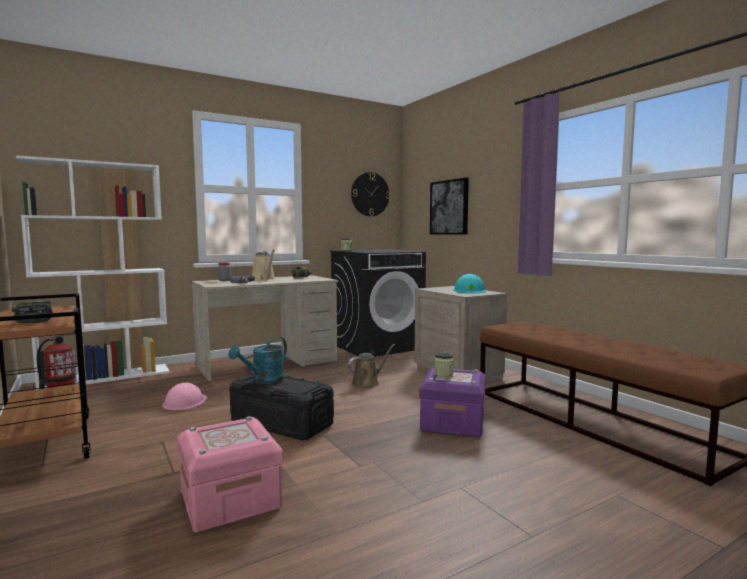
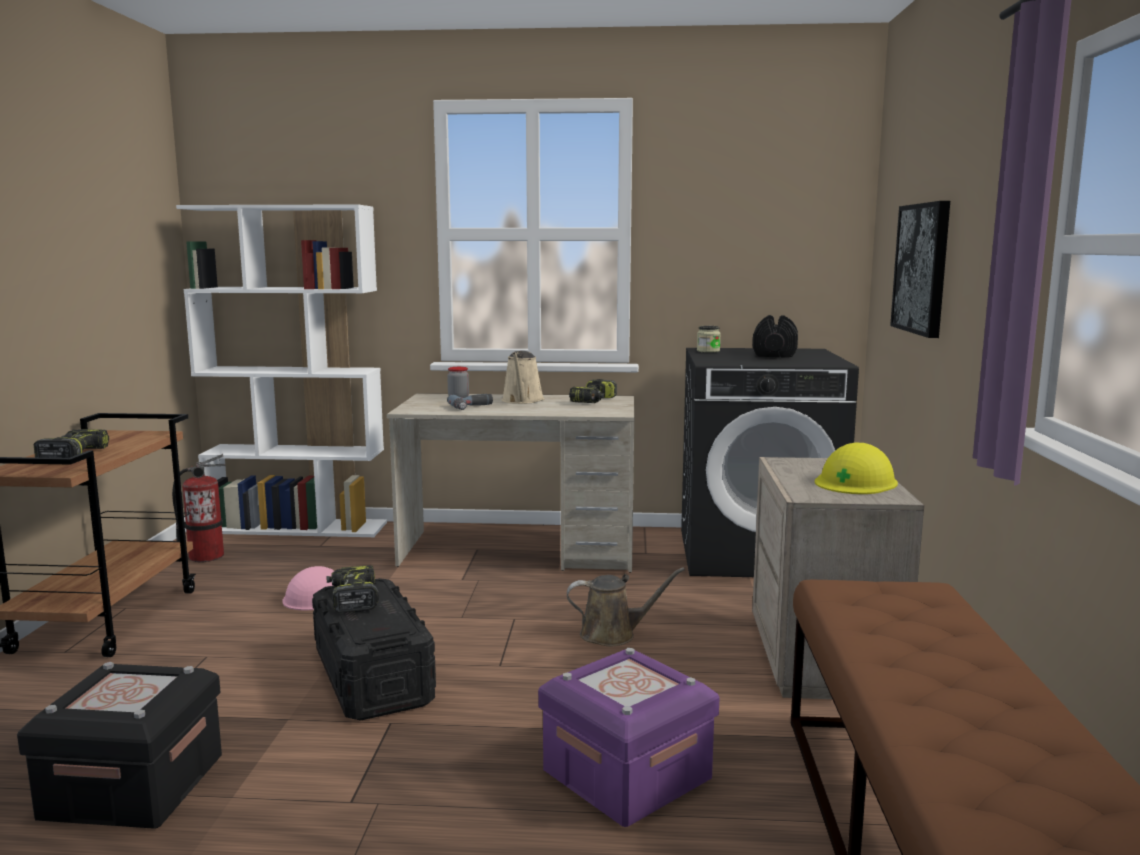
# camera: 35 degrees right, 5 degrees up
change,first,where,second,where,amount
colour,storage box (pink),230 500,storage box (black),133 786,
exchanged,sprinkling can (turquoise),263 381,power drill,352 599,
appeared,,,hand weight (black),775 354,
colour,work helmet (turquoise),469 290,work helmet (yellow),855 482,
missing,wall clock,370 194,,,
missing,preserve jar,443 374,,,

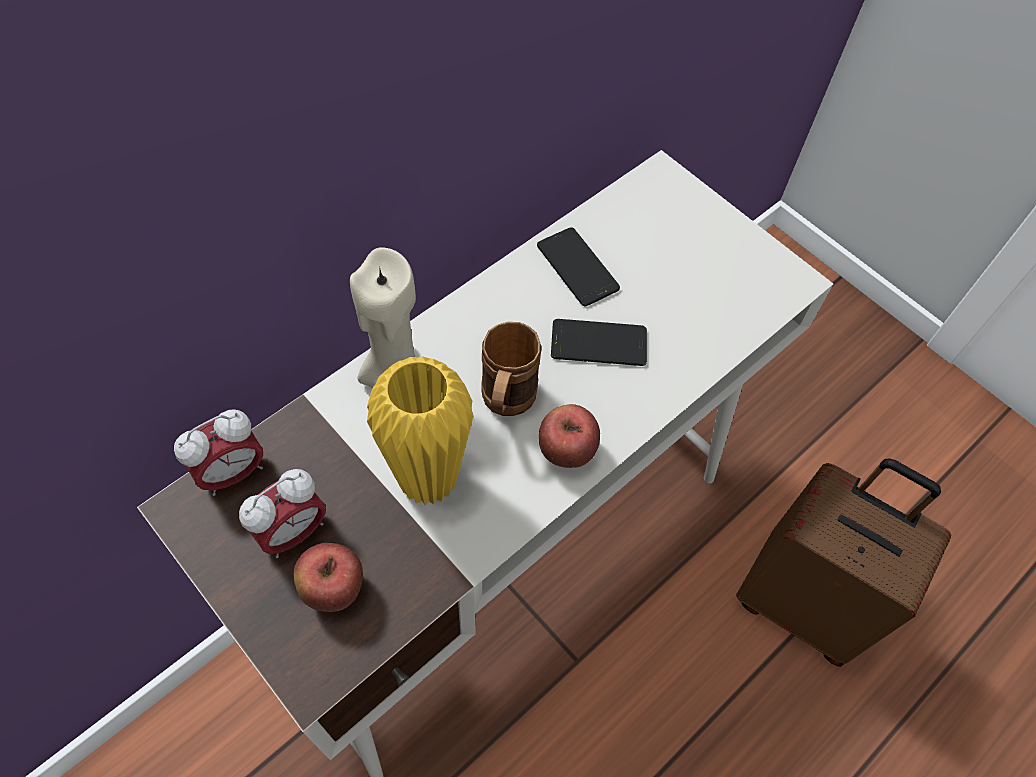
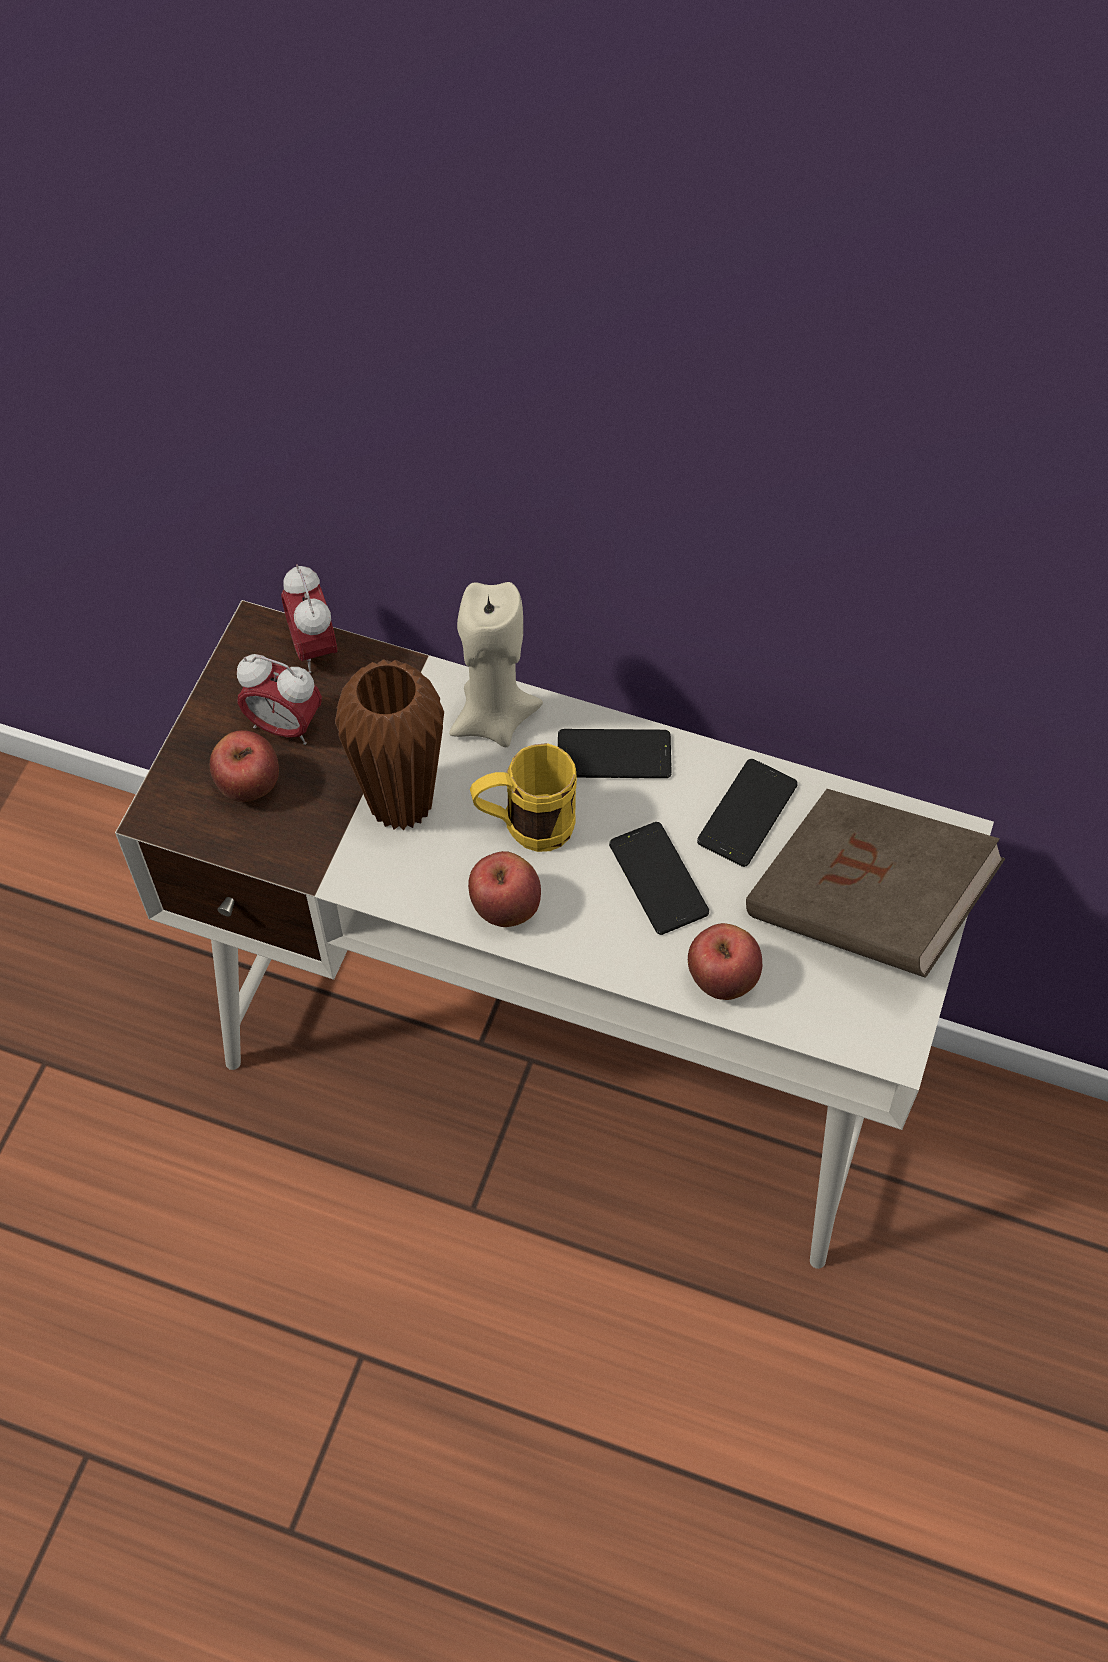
# camera: 65 degrees right, 0 degrees up
change,first,where,second,where,amount
spun,alarm clock,232 473,,314 648,45 degrees clockwise
colour,decorative vase (yellow),428 479,decorative vase (brown),401 803,
colour,tea mug (brown),505 405,tea mug (yellow),524 828,
appeared,,,telephone,614 755,
appeared,,,apple,722 979,
appeared,,,book (brown),865 907,
missing,travel case (brown),802 601,,,

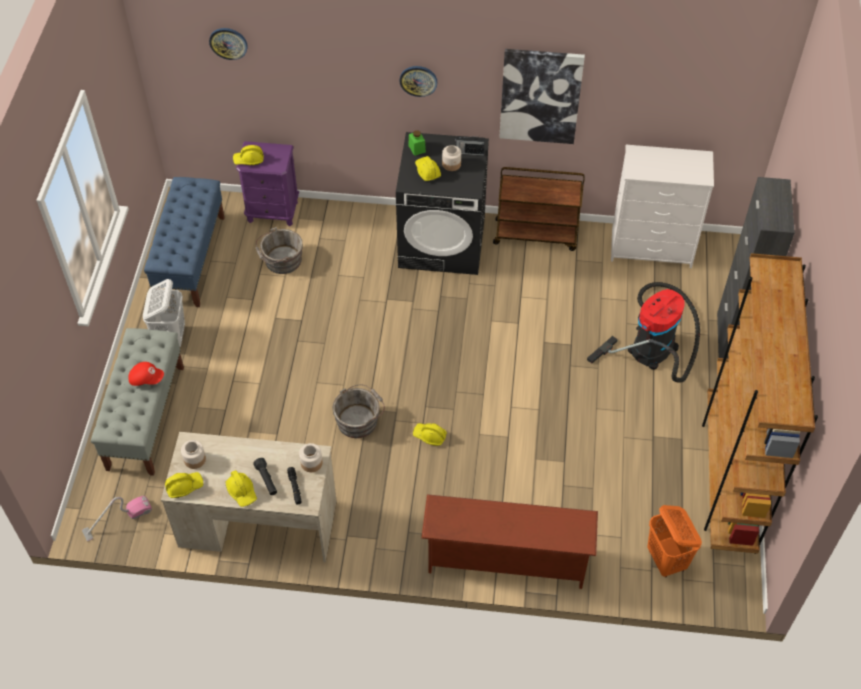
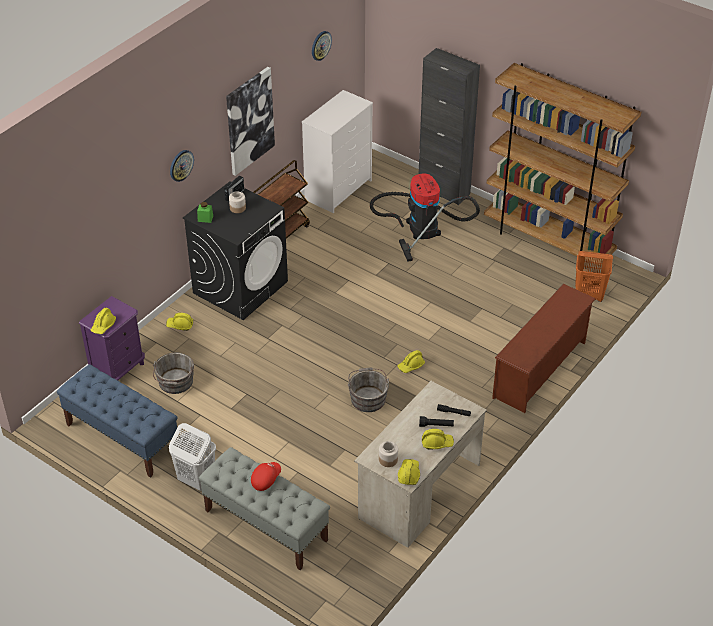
# camera: 60 degrees left, 10 degrees down
change,first,where,second,where,amount
relocated,work helmet (yellow),427 171,,180 325,
relocated,wall clock,228 43,,320 45,
missing,vacuum,117 520,,,
missing,preserve jar,311 463,,,

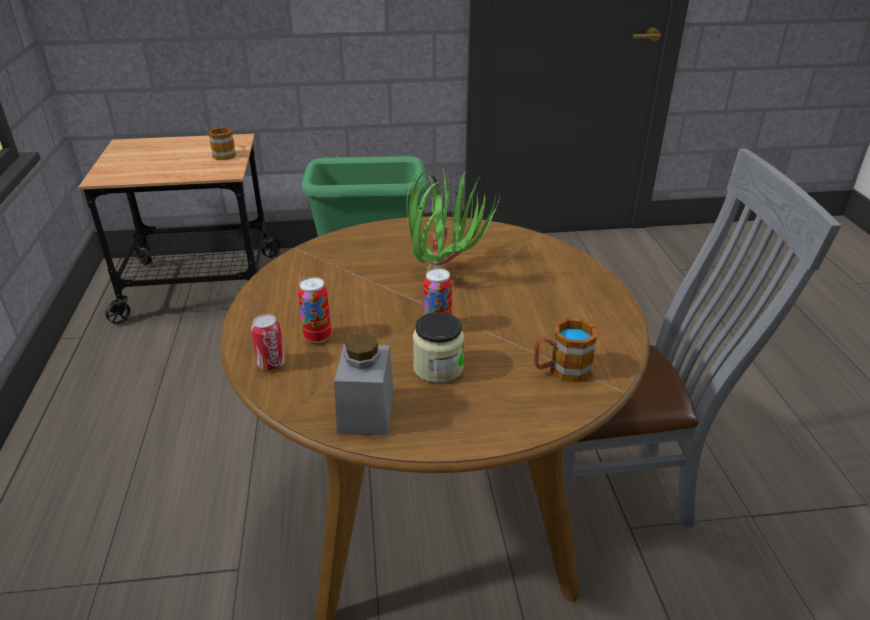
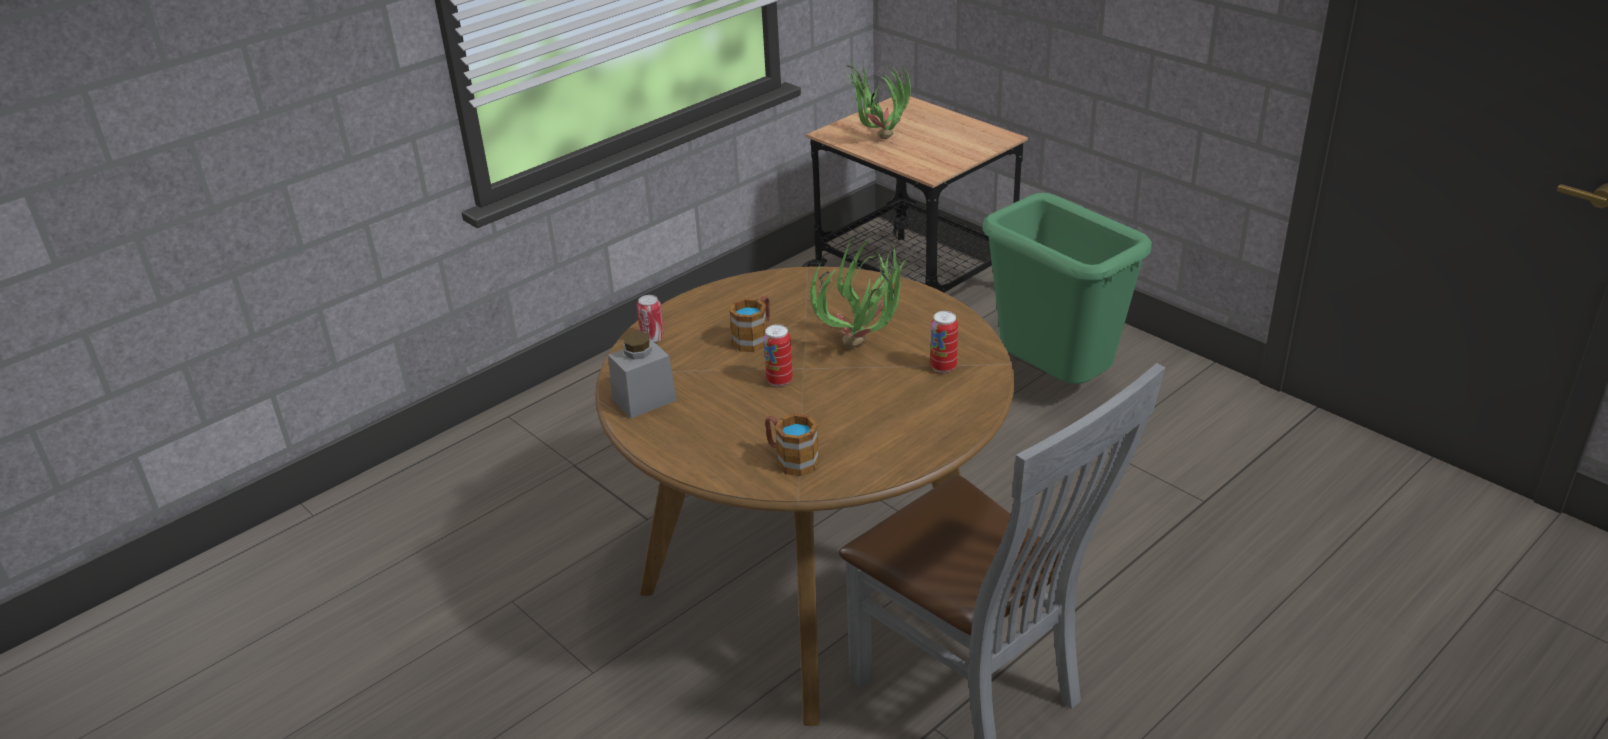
# camera: 55 degrees right, 0 degrees up
change,first,where,second,where,amount
relocated,tea mug,223 154,,754 338,
appeared,,,plant in a pot,877 140,
relocated,metal can,317 336,,943 367,
missing,preserve jar,438 368,,,

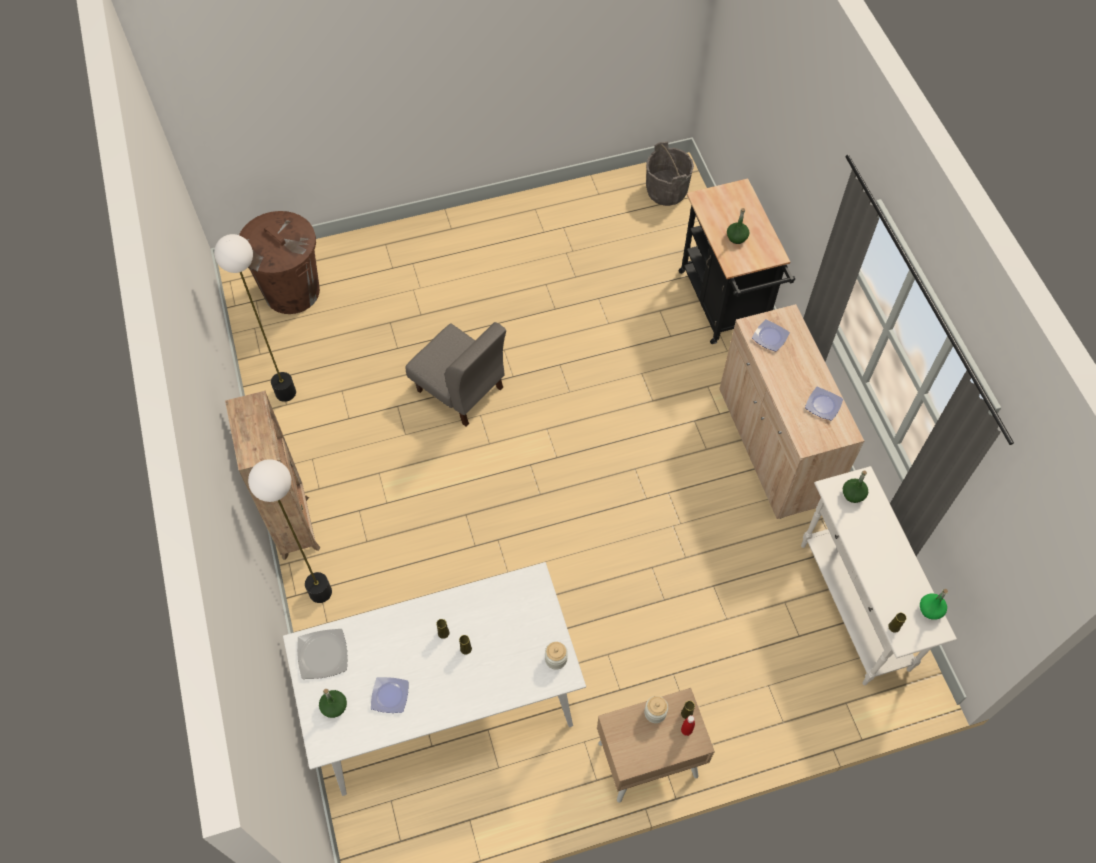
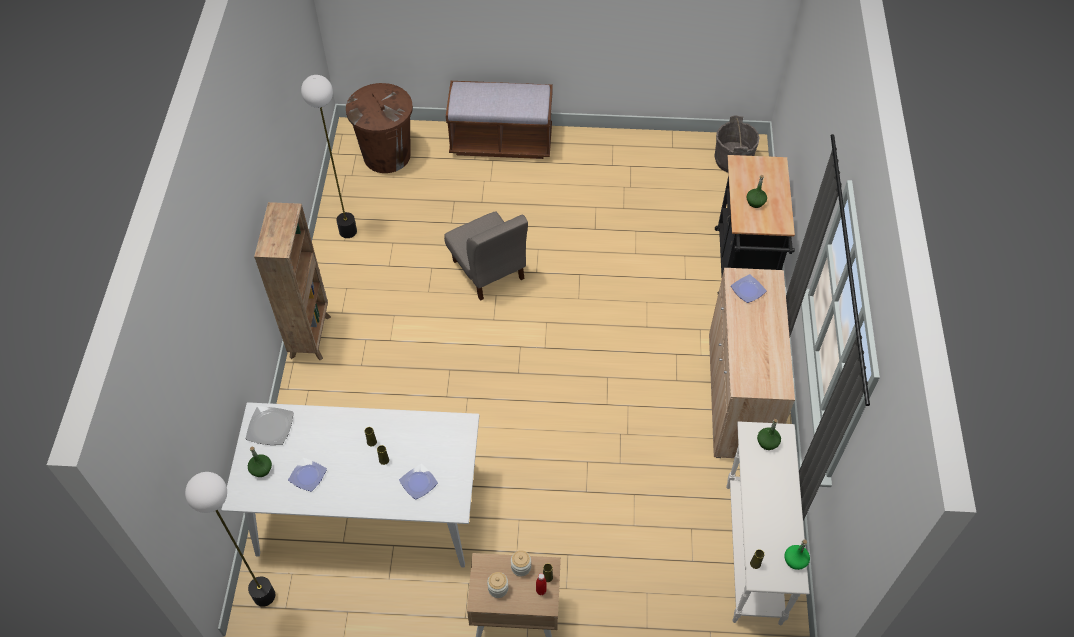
# camera: 20 degrees right, 5 degrees down
change,first,where,second,where,amount
relocated,floor lamp,320 592,,264 596,
relocated,dinner plate,823 406,,418 483,
appeared,,,indoor bench (brown),501 142,
relocated,preserve jar,556 659,,498 588,

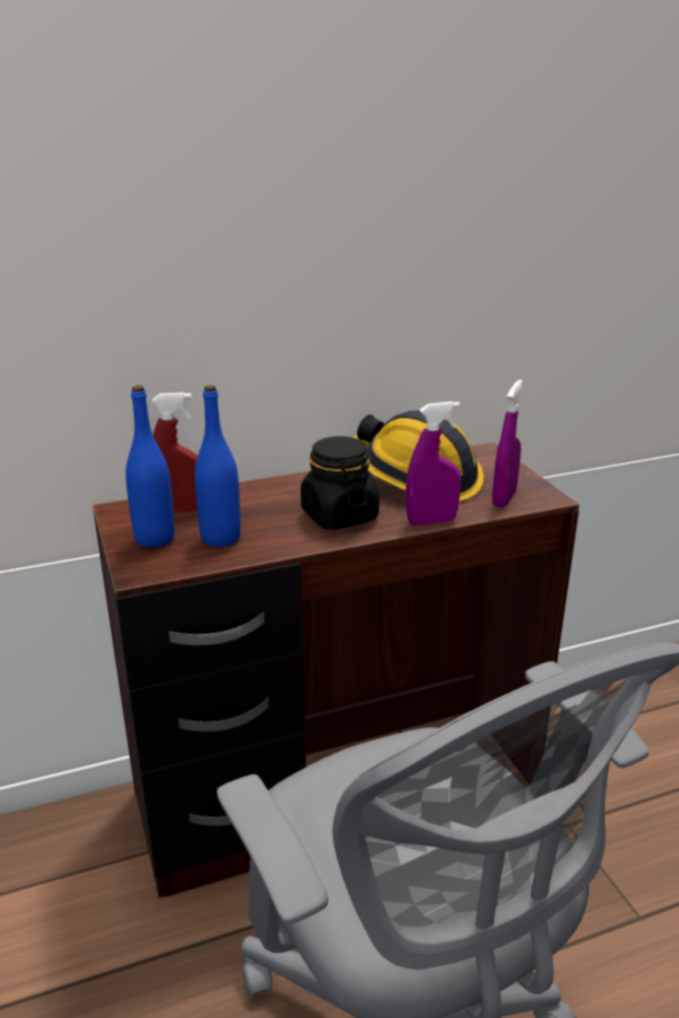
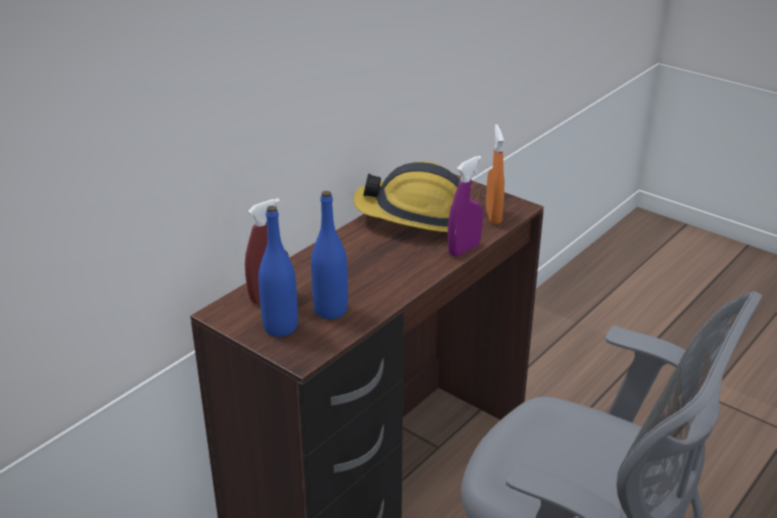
# camera: 30 degrees left, 5 degrees up
change,first,where,second,where,amount
colour,sprayer (purplish),504 499,sprayer (orange-coloured),493 216,
missing,preserve jar (black),339 515,,,

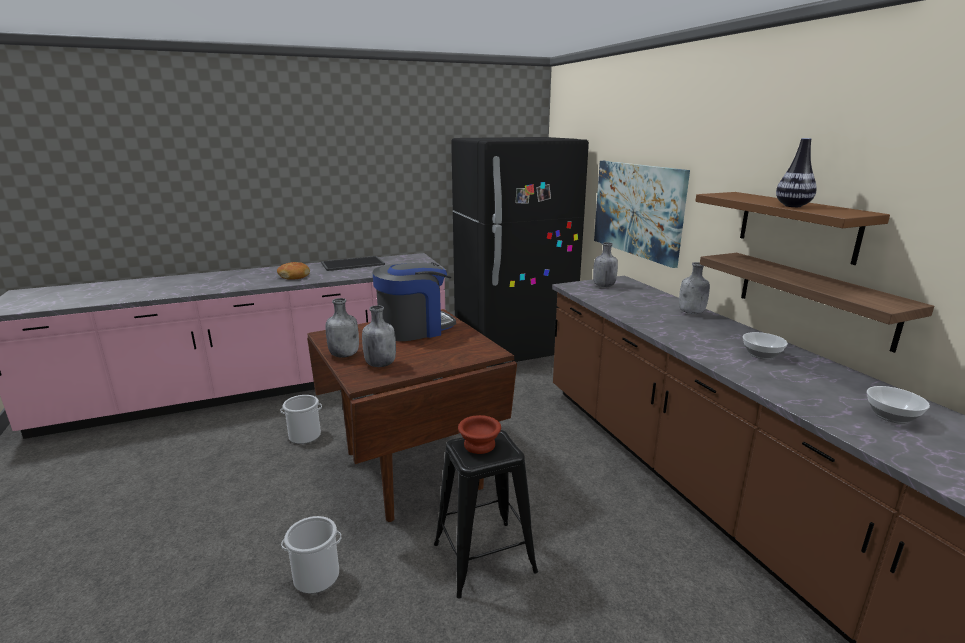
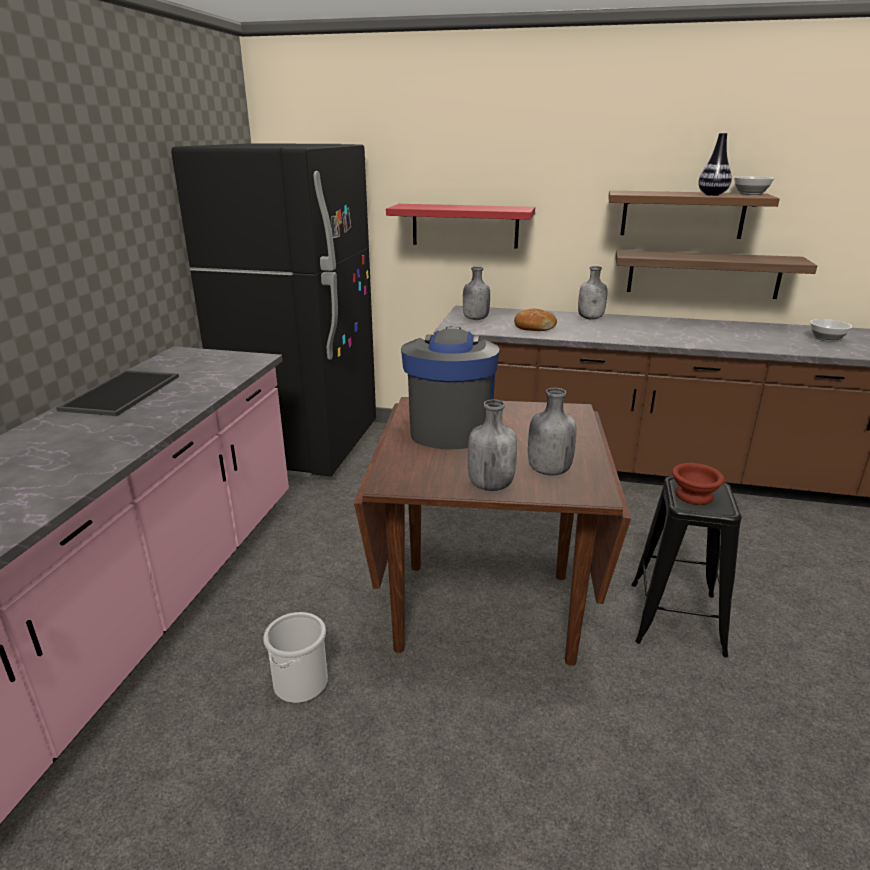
# camera: 55 degrees left, 5 degrees up
change,first,where,second,where,amount
exchanged,picture,637 209,bracket shelf (red-coloured),465 226,
relocated,bread,294 276,,534 327,
relocated,deep dish,762 355,,751 194,
missing,pail,317 576,,,

